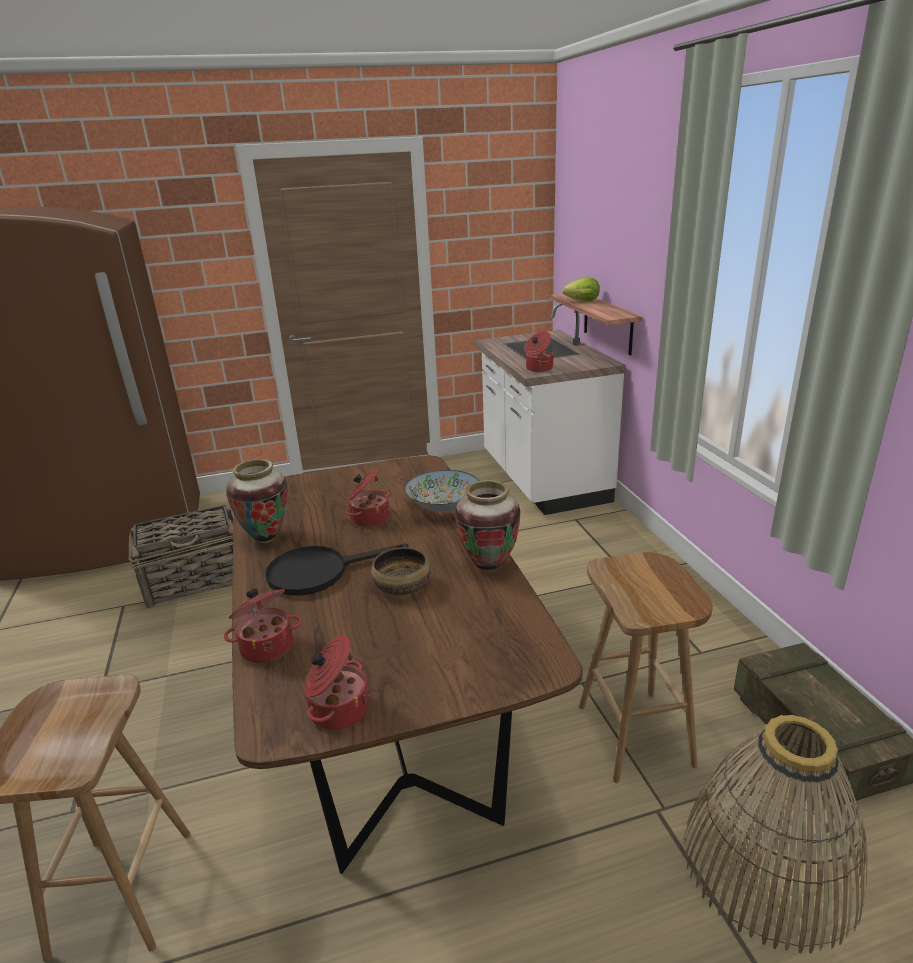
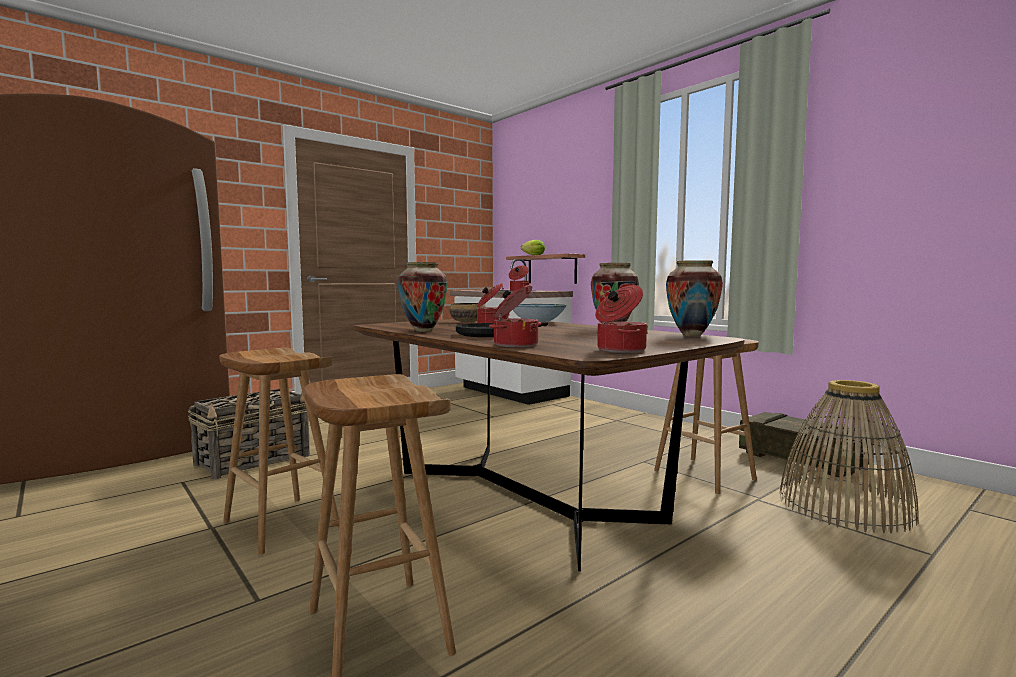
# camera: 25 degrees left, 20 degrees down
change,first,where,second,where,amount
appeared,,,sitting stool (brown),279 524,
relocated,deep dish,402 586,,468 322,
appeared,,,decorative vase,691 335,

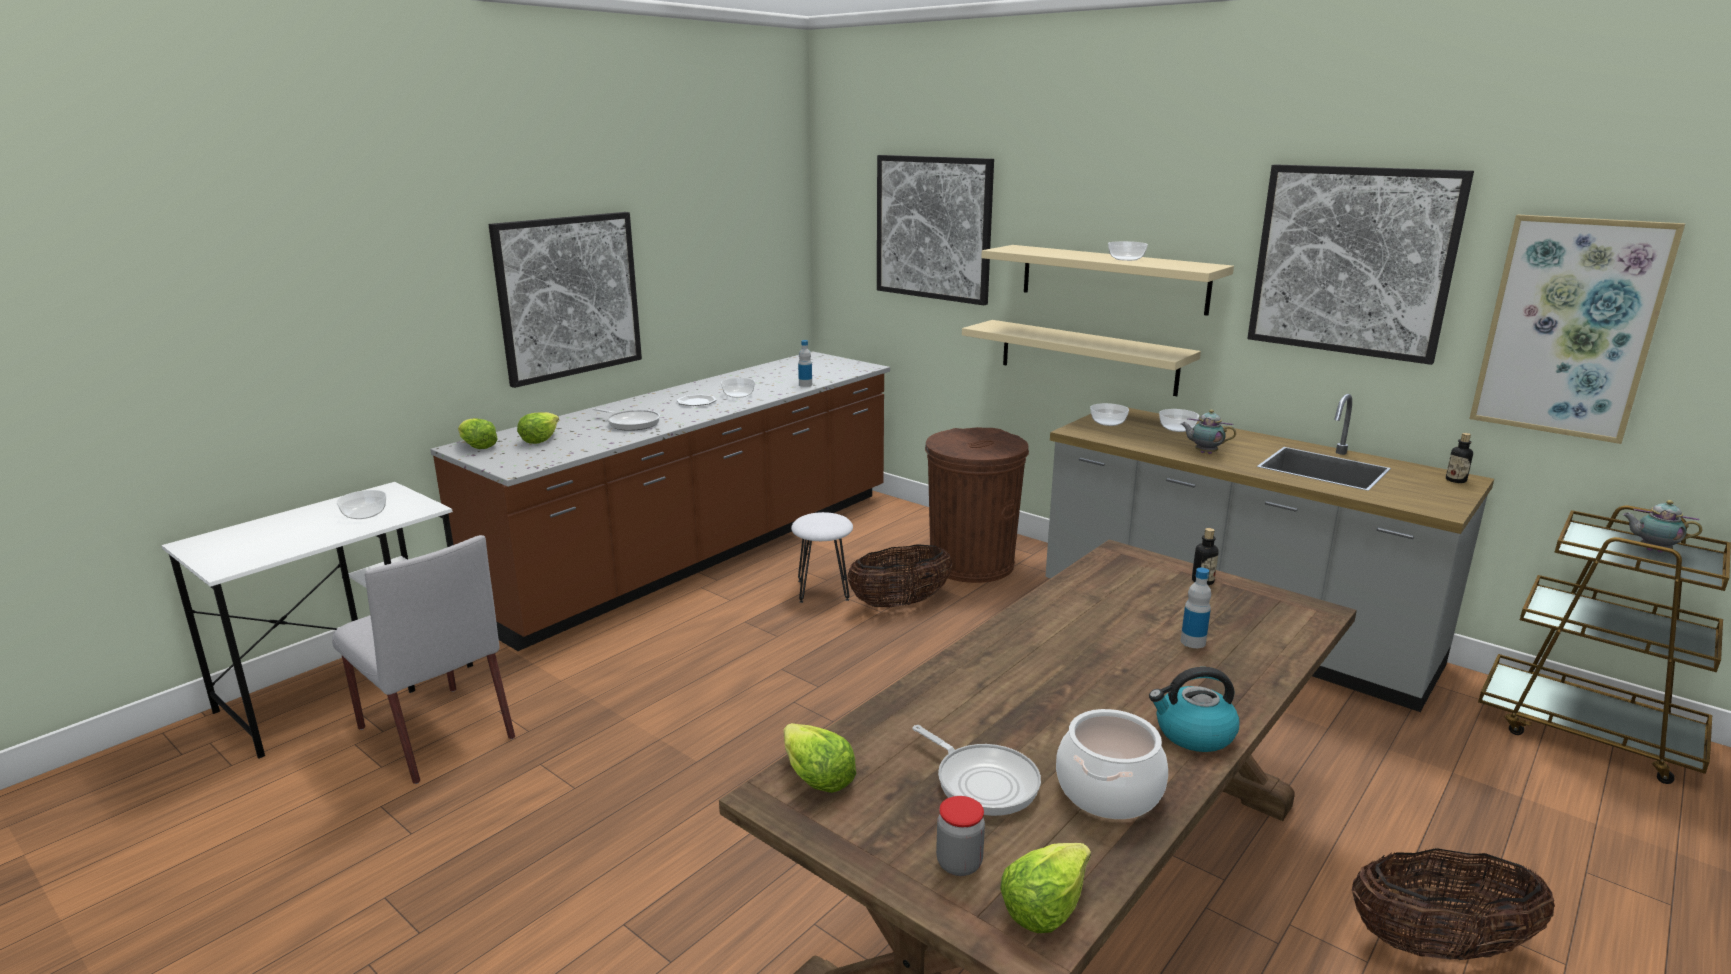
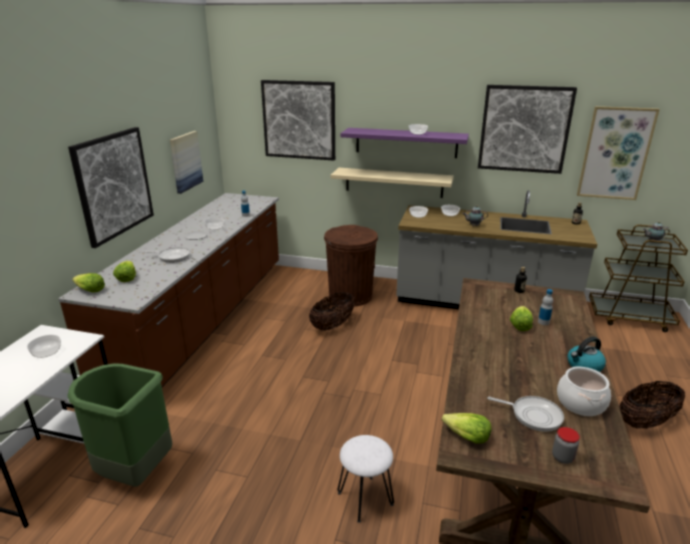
# camera: 25 degrees left, 5 degrees up
change,first,where,second,where,amount
exchanged,upright chair (greyish),434 732,trash can (green-coloured),133 472,
appeared,,,picture,185 161,
relocated,sitting stool (white-coloured),823 590,,365 498,
colour,bracket shelf (beige),1113 278,bracket shelf (purplish),406 142,
relocated,lettuce,1044 905,,520 325,

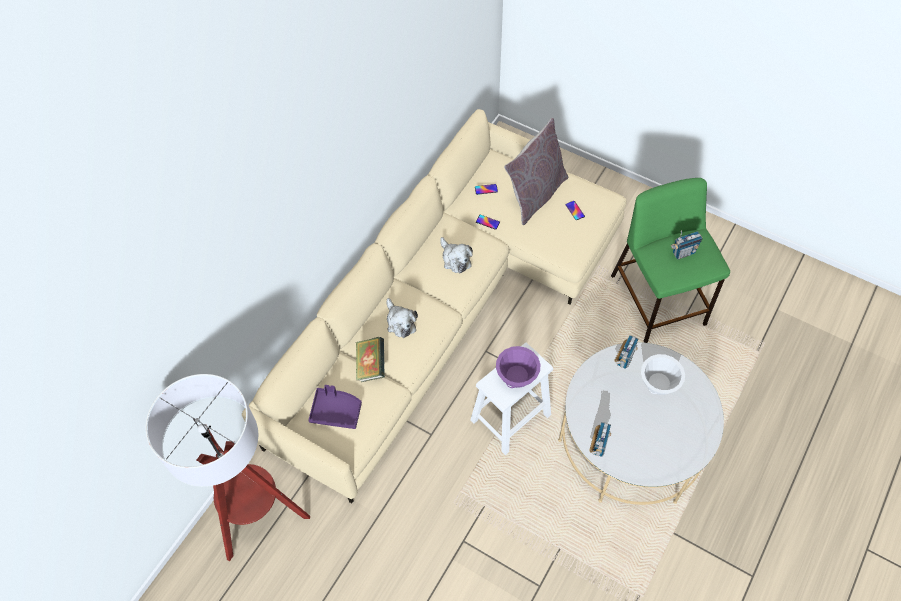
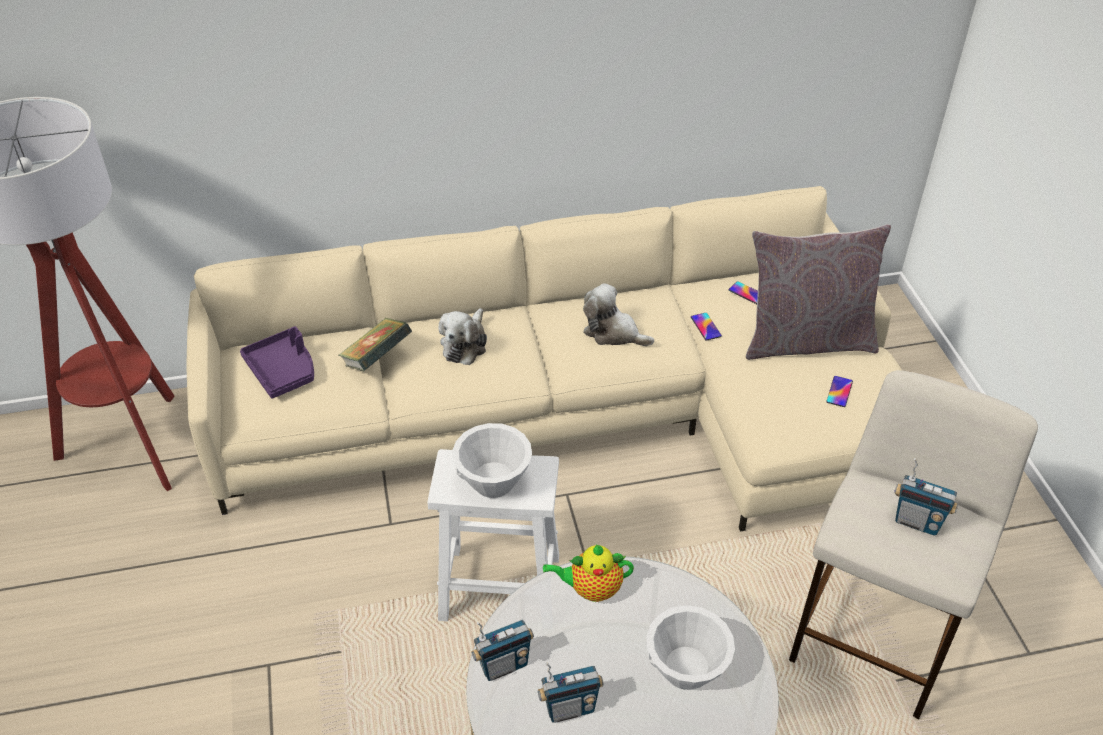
# camera: 45 degrees right, 15 degrees down
change,first,where,second,where,amount
colour,deep dish (purplish),517 377,deep dish (white-coloured),494 483,
relocated,radio,624 359,,569 708,
appeared,,,teapot,591 589,
spun,plush toy,455 259,,613 333,105 degrees clockwise
colour,sitting stool (green-coloured),659 301,sitting stool (beige),877 628,

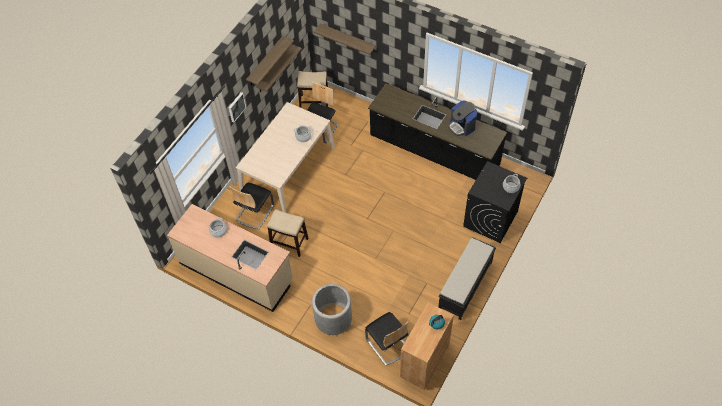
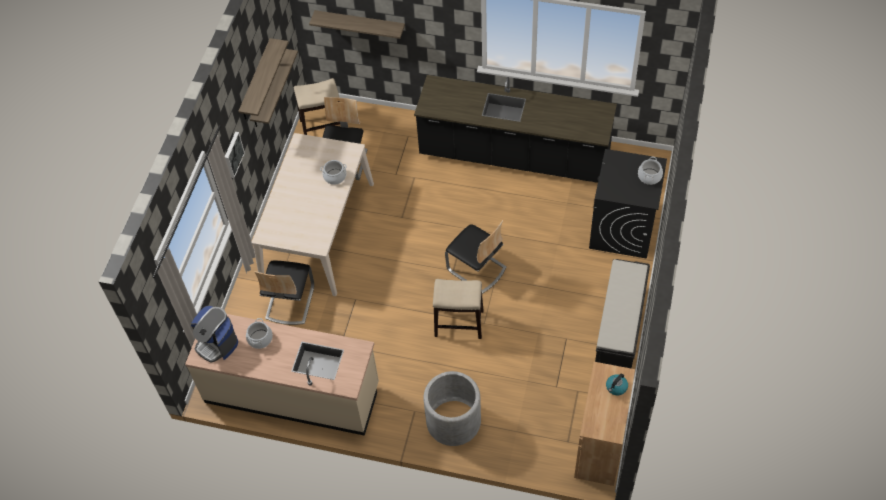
# camera: 15 degrees left, 0 degrees up
change,first,where,second,where,amount
relocated,coffee brewer,462 126,,217 343,
relocated,sitting stool,289 243,,458 323,
relocated,upright chair,387 344,,476 269,

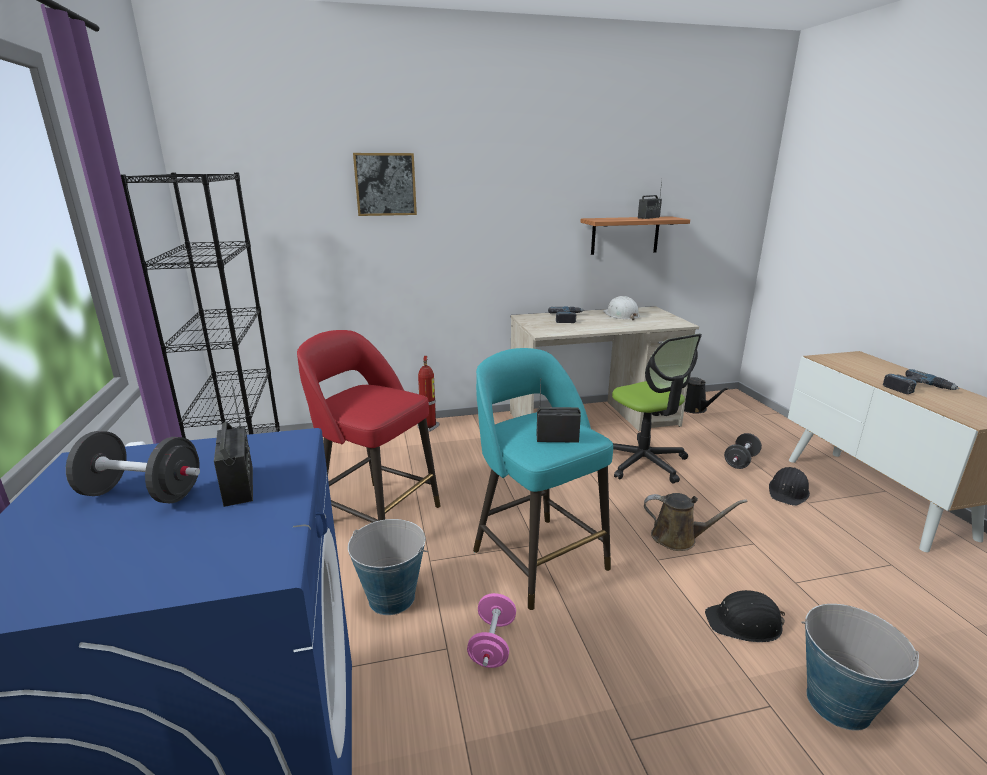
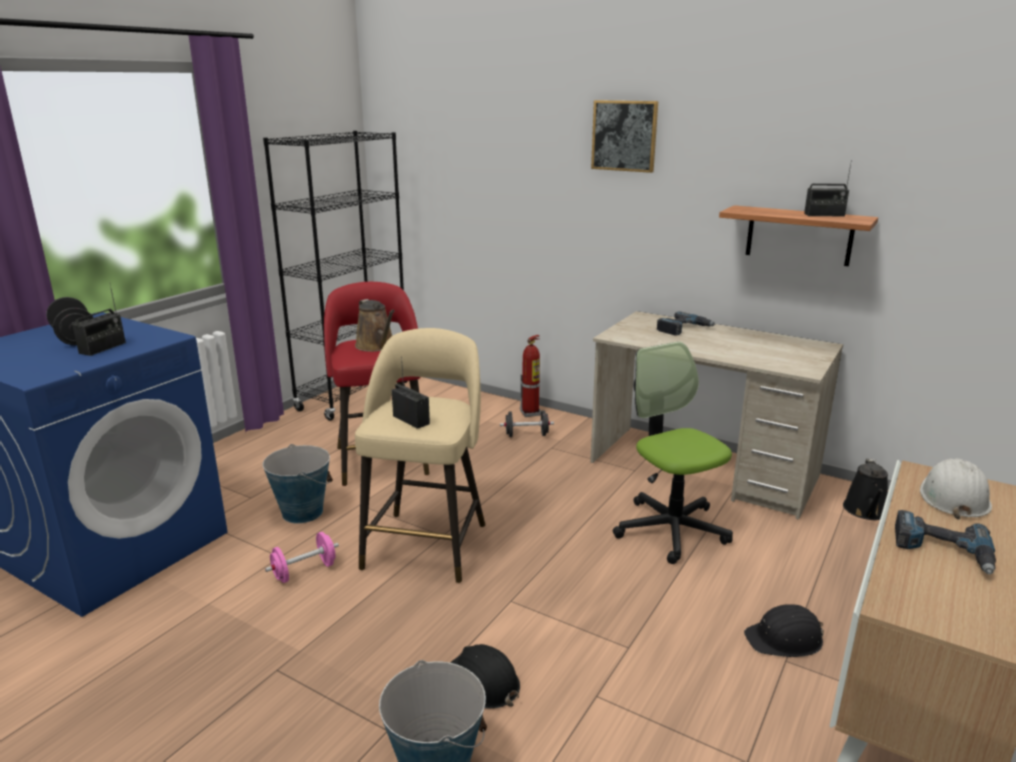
# camera: 45 degrees right, 0 degrees up
change,first,where,second,where,amount
relocated,sprinkling can (brown),678 538,,377 346,
colour,sitting stool (turquoise),537 557,sitting stool (beige),427 543,
relocated,hand weight (black),741 461,,526 435,
relocated,picture,385 184,,624 136,
spun,office chair,644 462,,671 529,135 degrees clockwise
relocated,work helmet (white-coloured),621 315,,953 497,

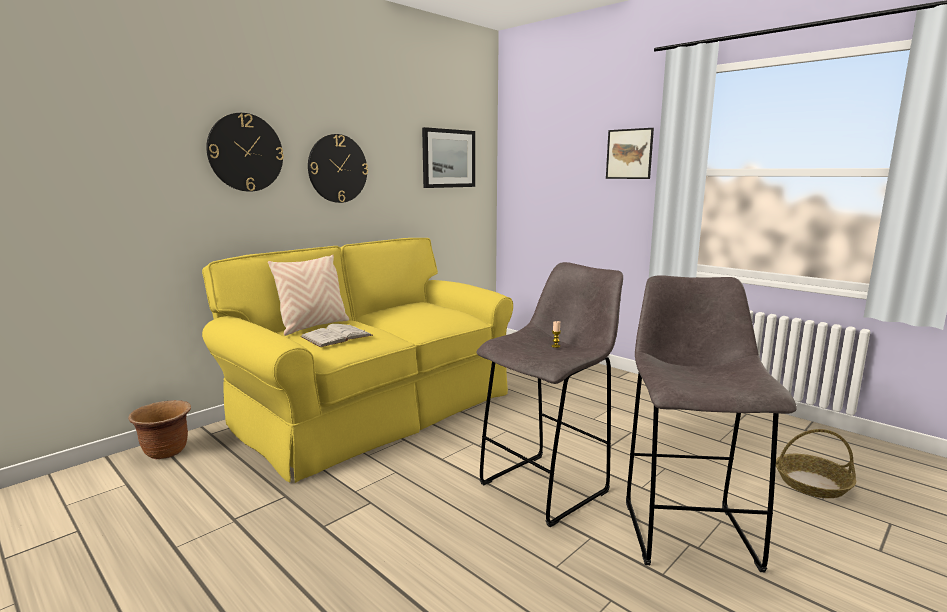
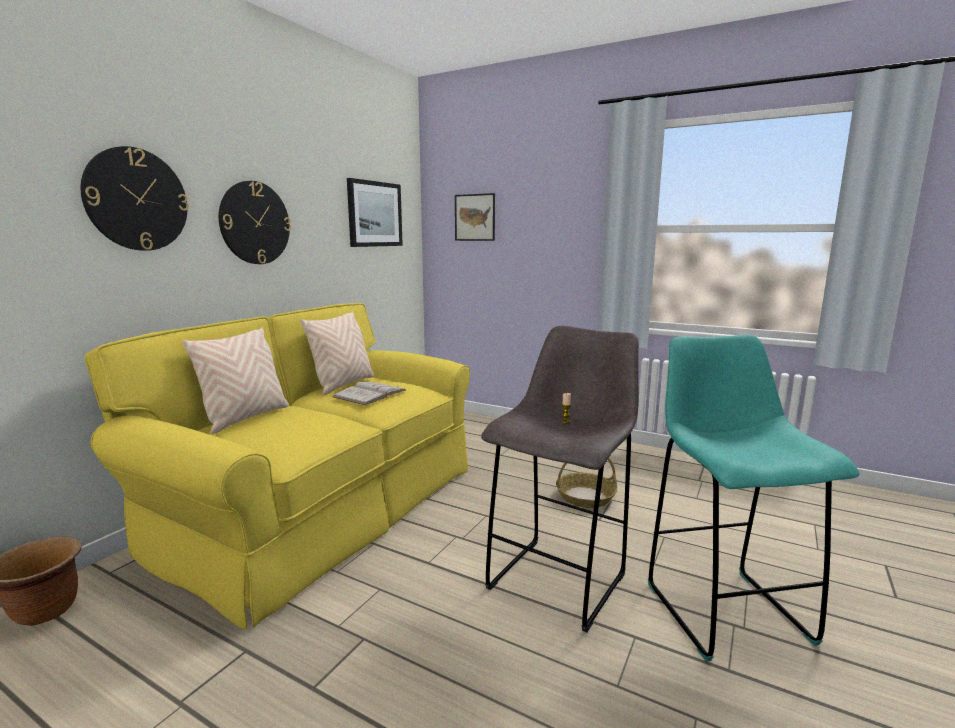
# camera: 15 degrees left, 0 degrees up
change,first,where,second,where,amount
appeared,,,throw pillow (beige),343 385,
relocated,book (white-coloured),336 336,,370 393,
relocated,picture,629 154,,475 217,
relocated,storage basket,811 484,,585 497,
colour,sitting stool (greyish),687 531,sitting stool (turquoise),724 609,

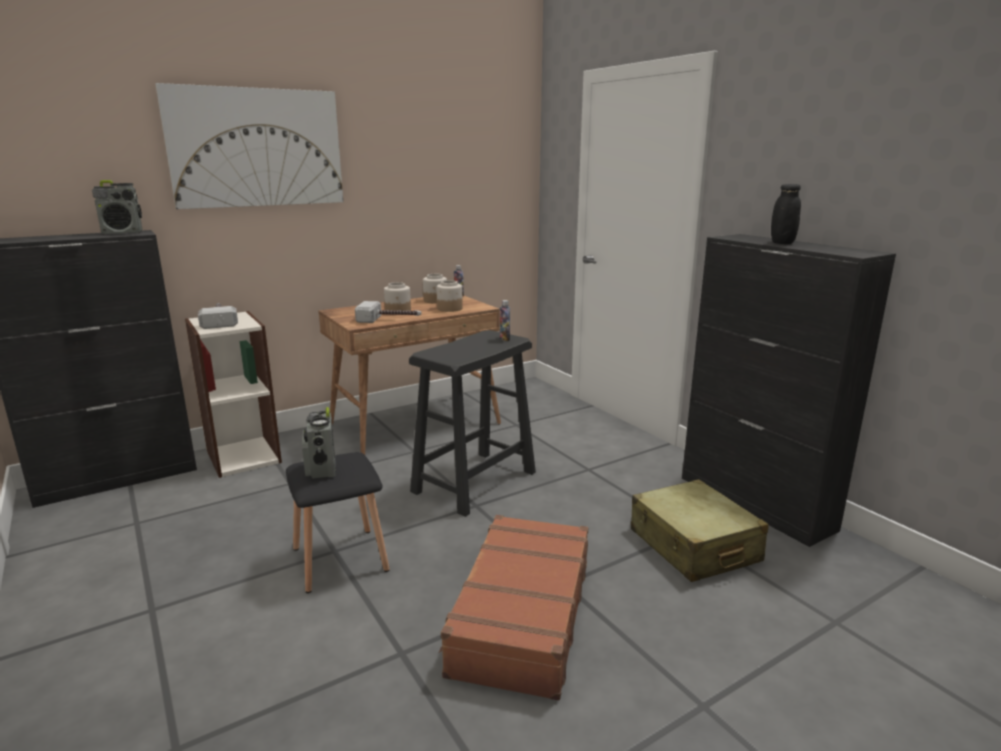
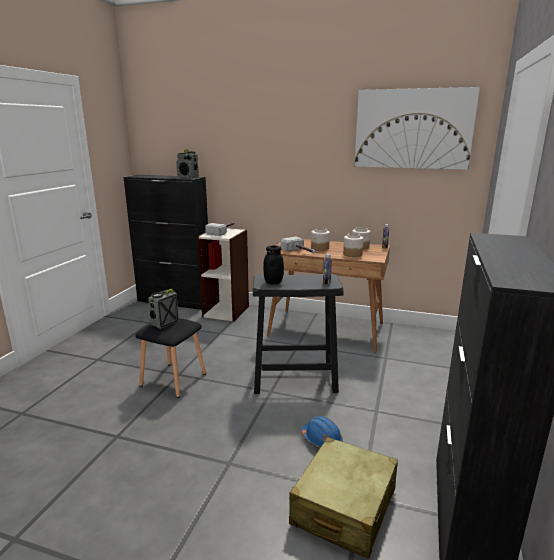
# camera: 50 degrees right, 0 degrees up
change,first,where,second,where,amount
relocated,preserve jar (black),782 243,,273 282,
appeared,,,work helmet (blue),321 440,
relocated,picture,257 148,,413 129,
missing,travel case (brown),520 616,,,

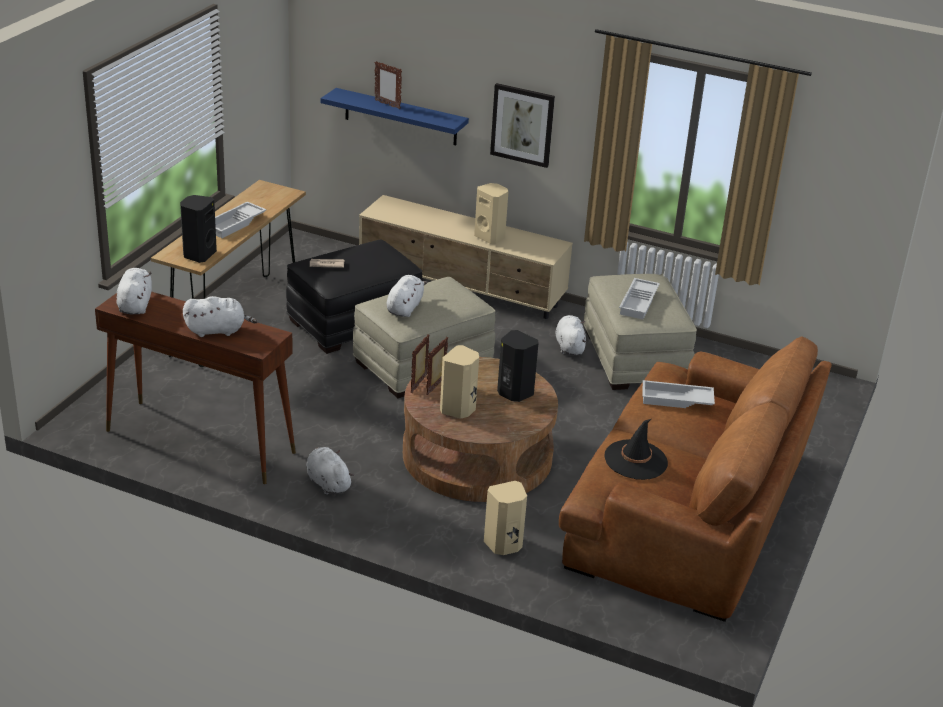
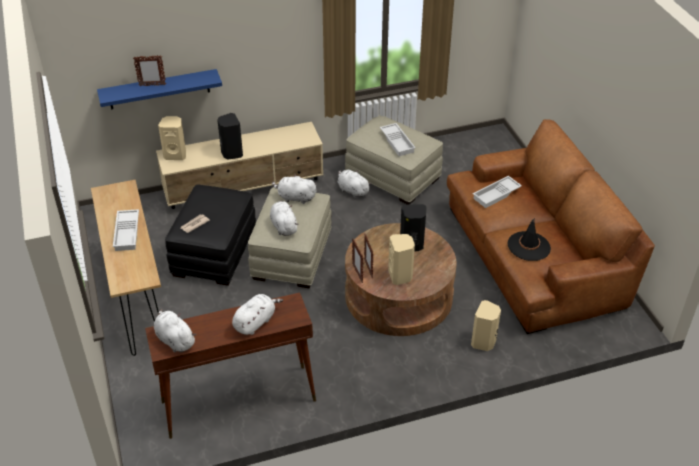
# camera: 40 degrees left, 10 degrees up
change,first,where,second,where,amount
relocated,speaker (beige),490 237,,176 155,
relocated,speaker (black),198 255,,231 153,
relocated,plush toy (white-coloured),327 483,,295 198,
missing,picture,522 124,,,

